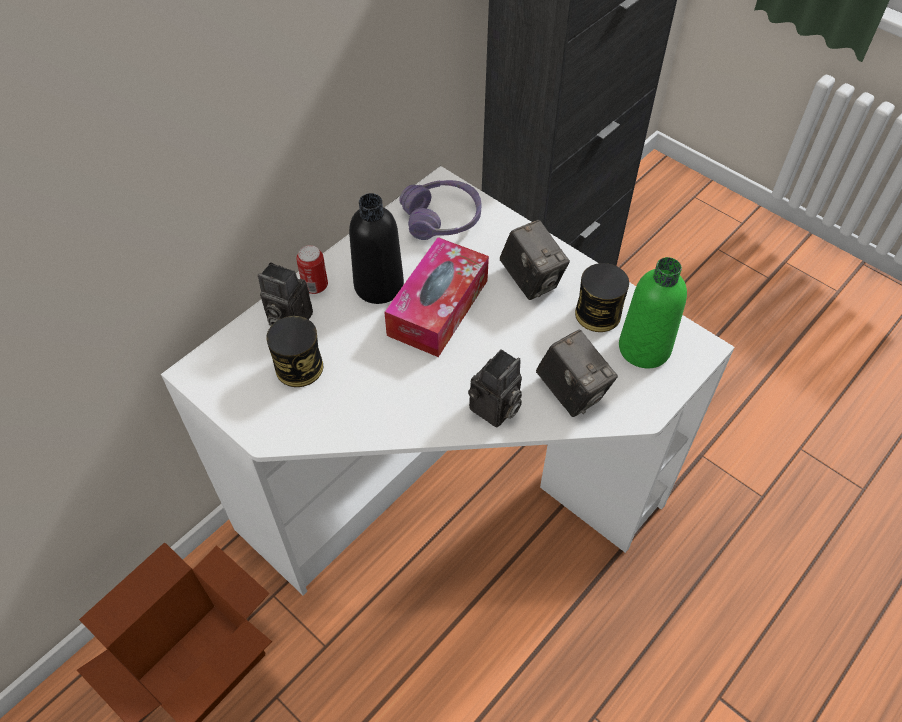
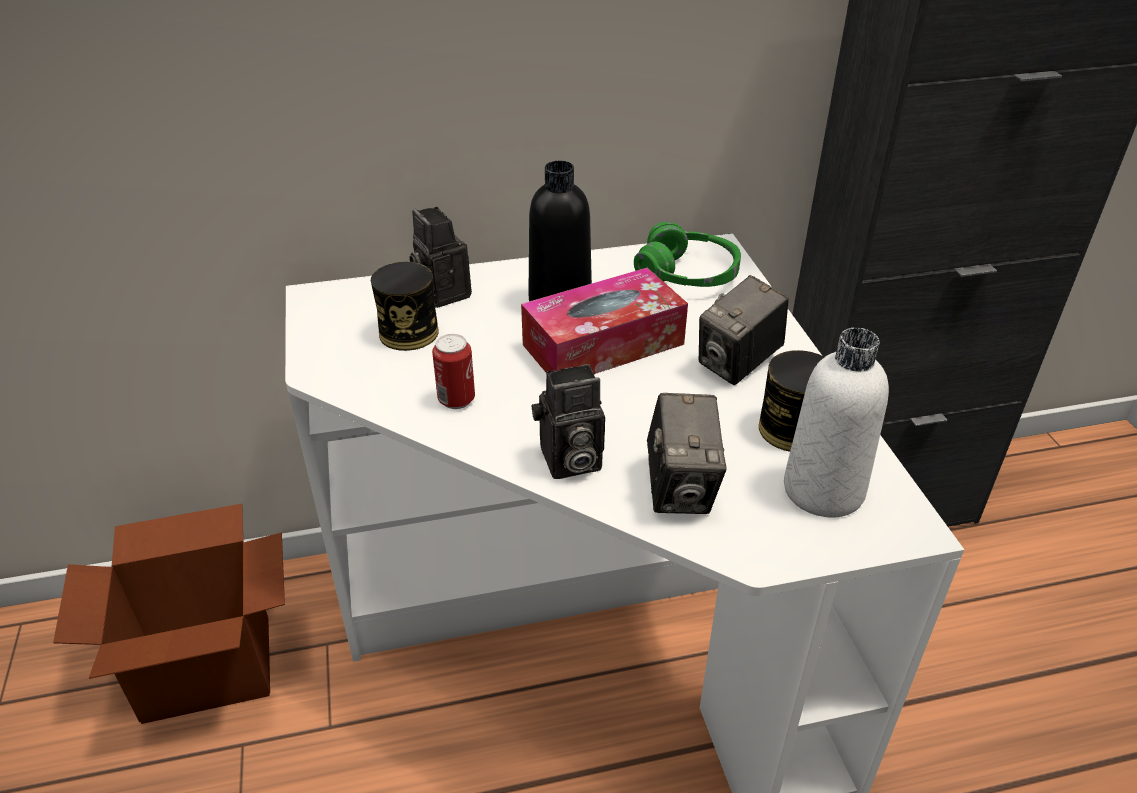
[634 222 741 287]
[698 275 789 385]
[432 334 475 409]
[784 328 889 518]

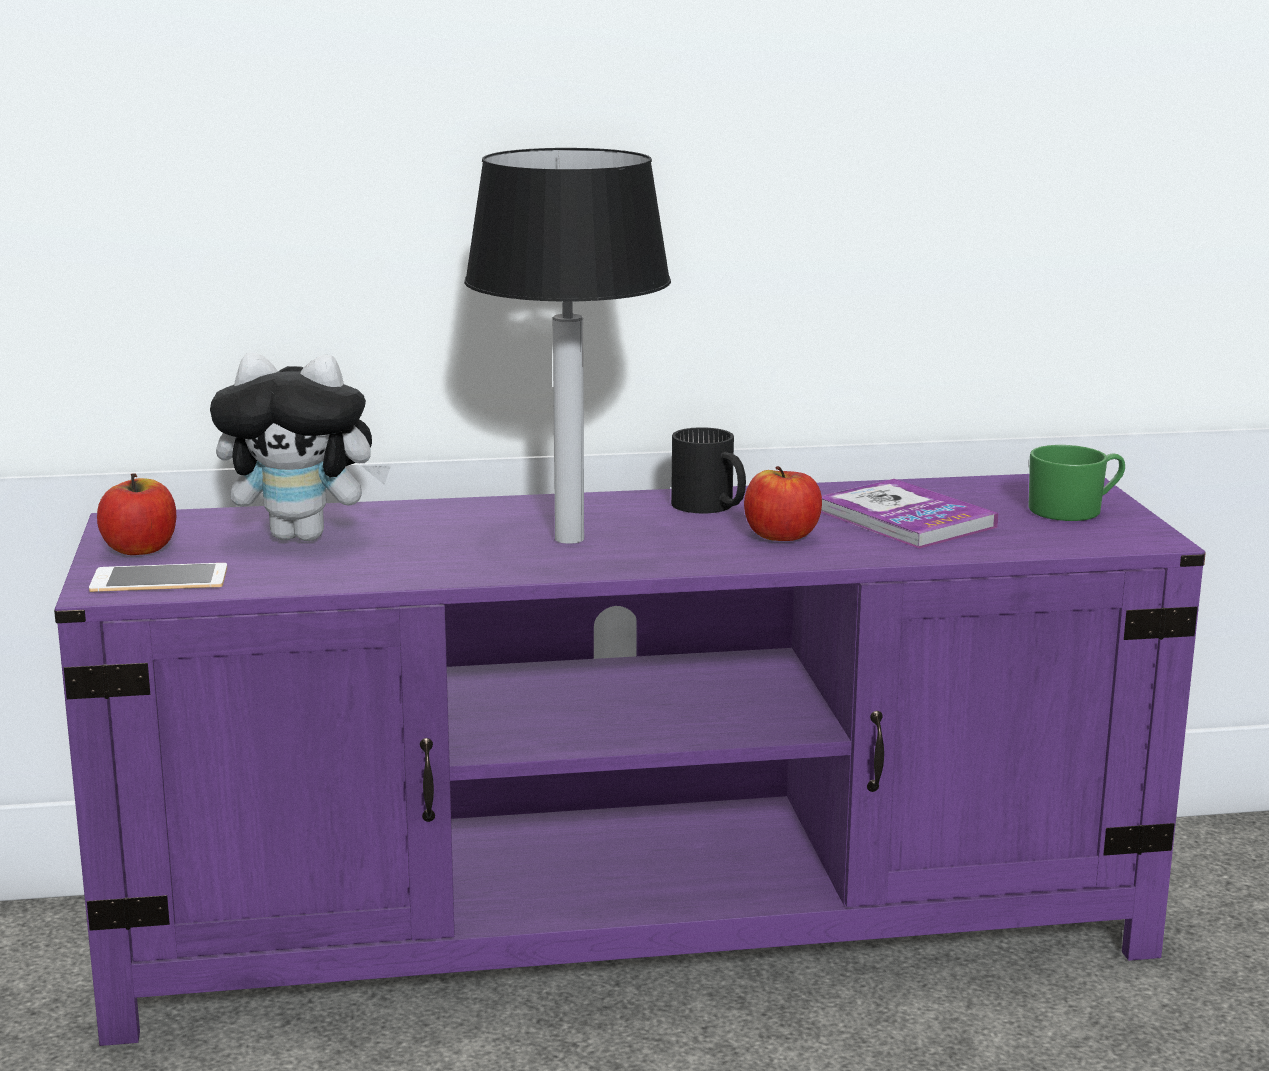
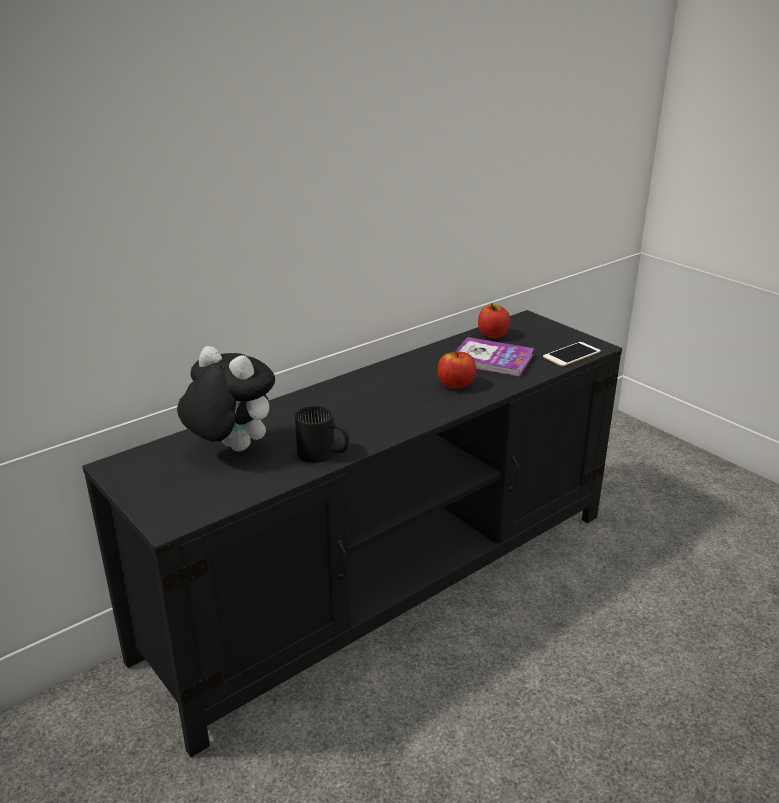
[464 148 671 544] (first image)
[177 346 275 451]
[295 406 349 463]
[1028 445 1125 521] (first image)
[478 303 510 338]
[82 310 622 757]
[543 342 601 366]

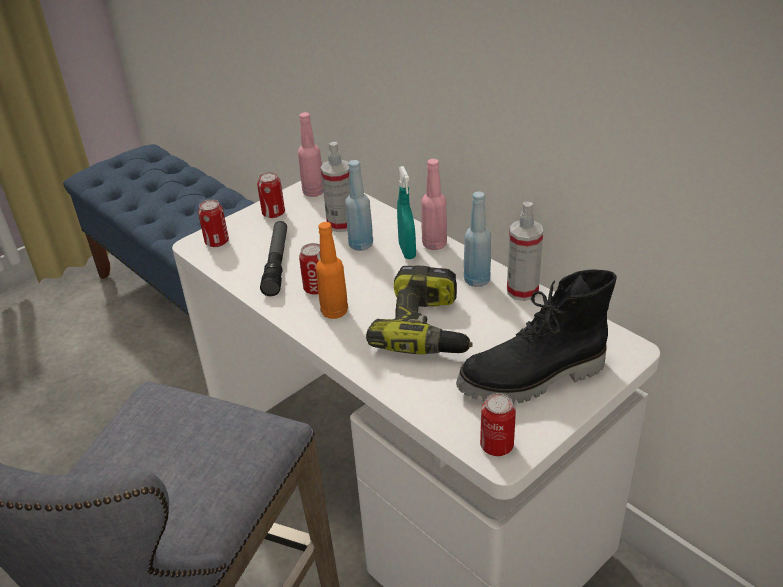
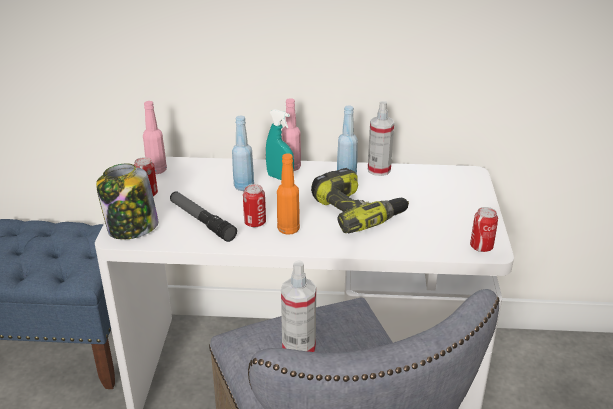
[281 260 316 352]
[96 163 158 239]
[456 270 617 404] (first image)

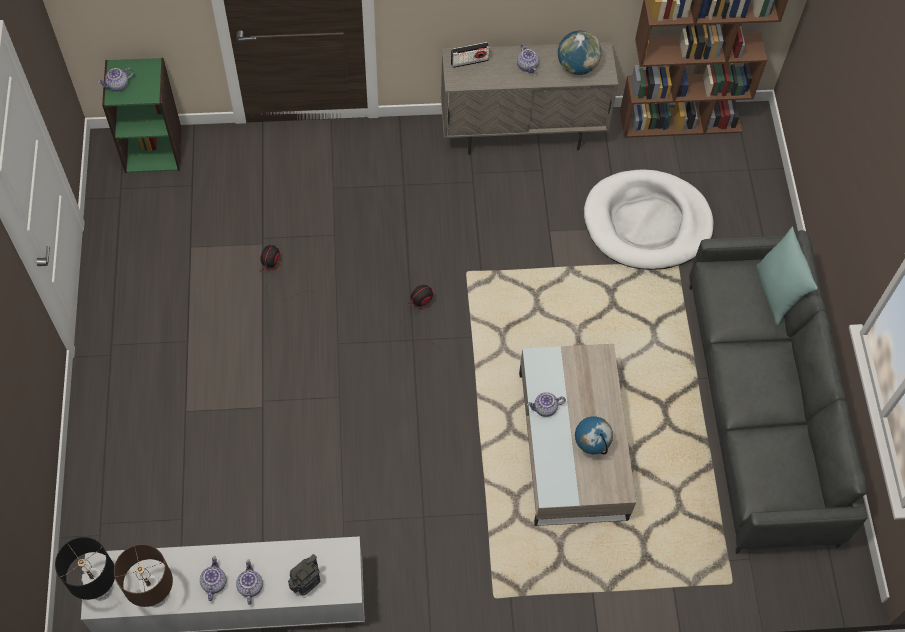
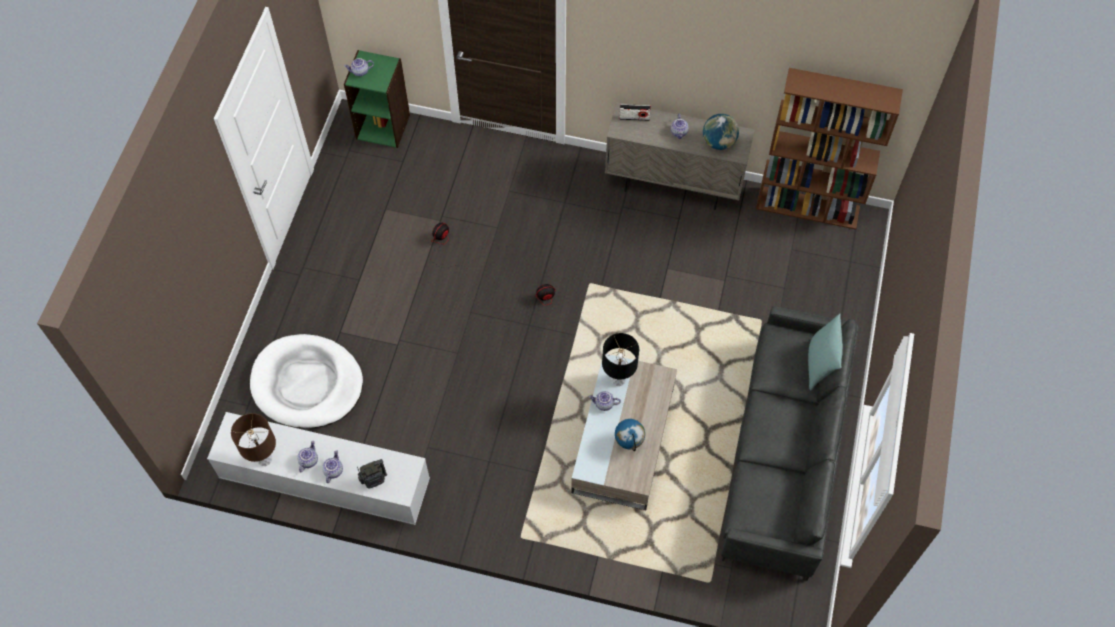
[250 334 363 428]
[602 333 639 386]

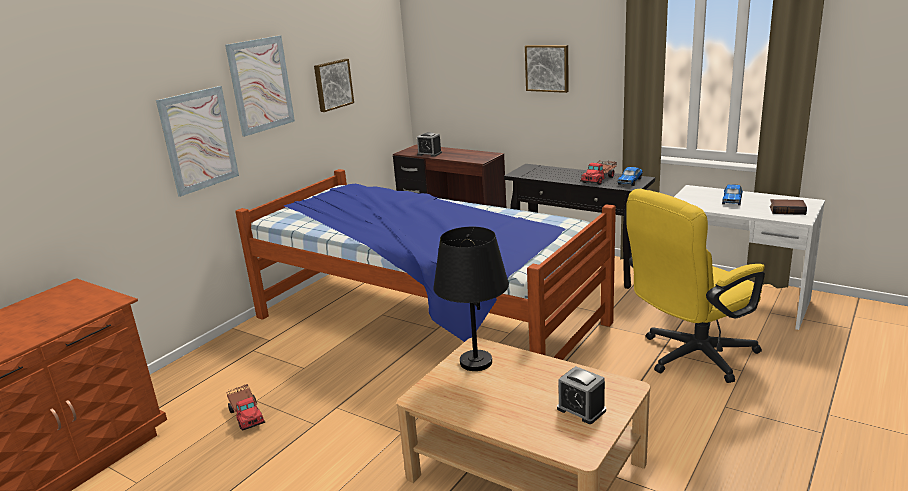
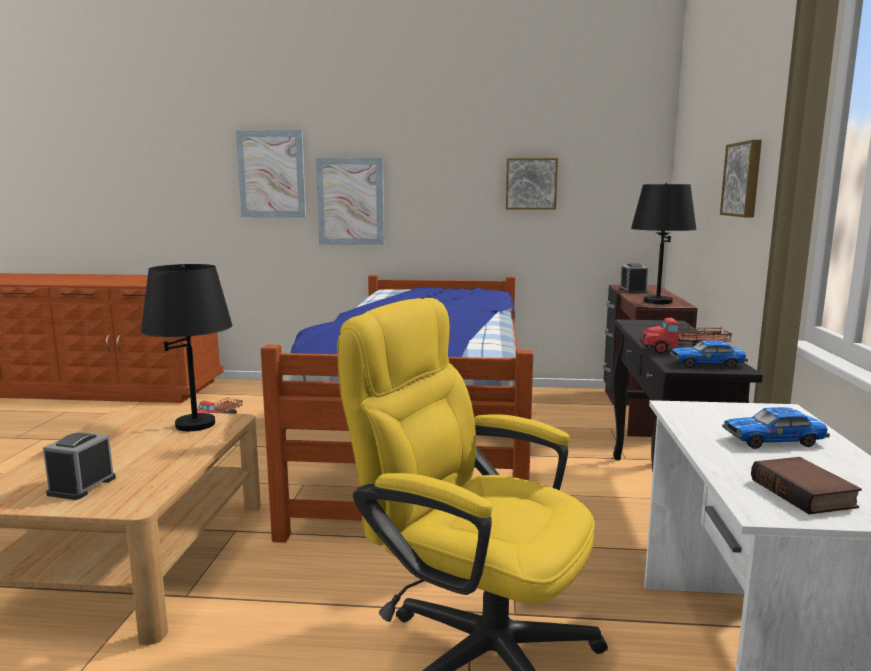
[236 130 306 218]
[631 183 697 304]

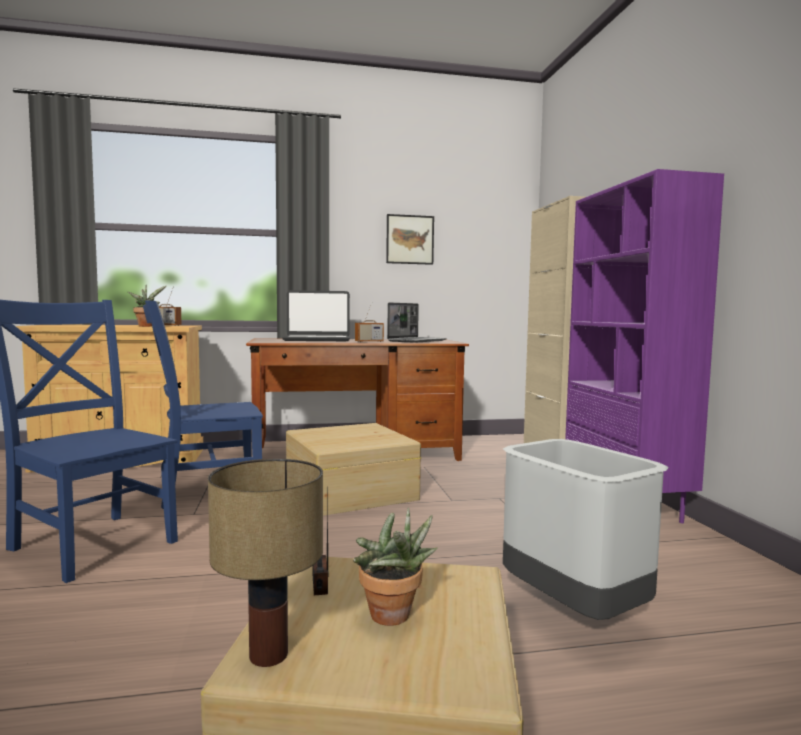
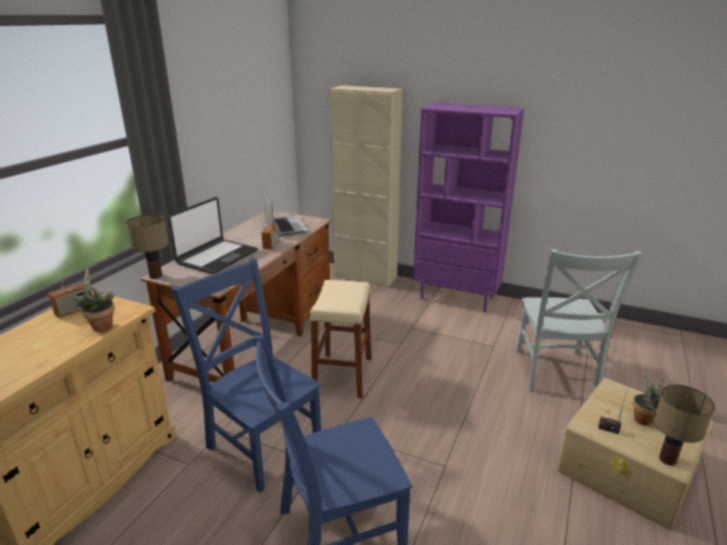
[386 214 434 265] (first image)
[171 257 322 493]
[310 280 371 398]
[516 249 642 393]
[126 214 169 279]

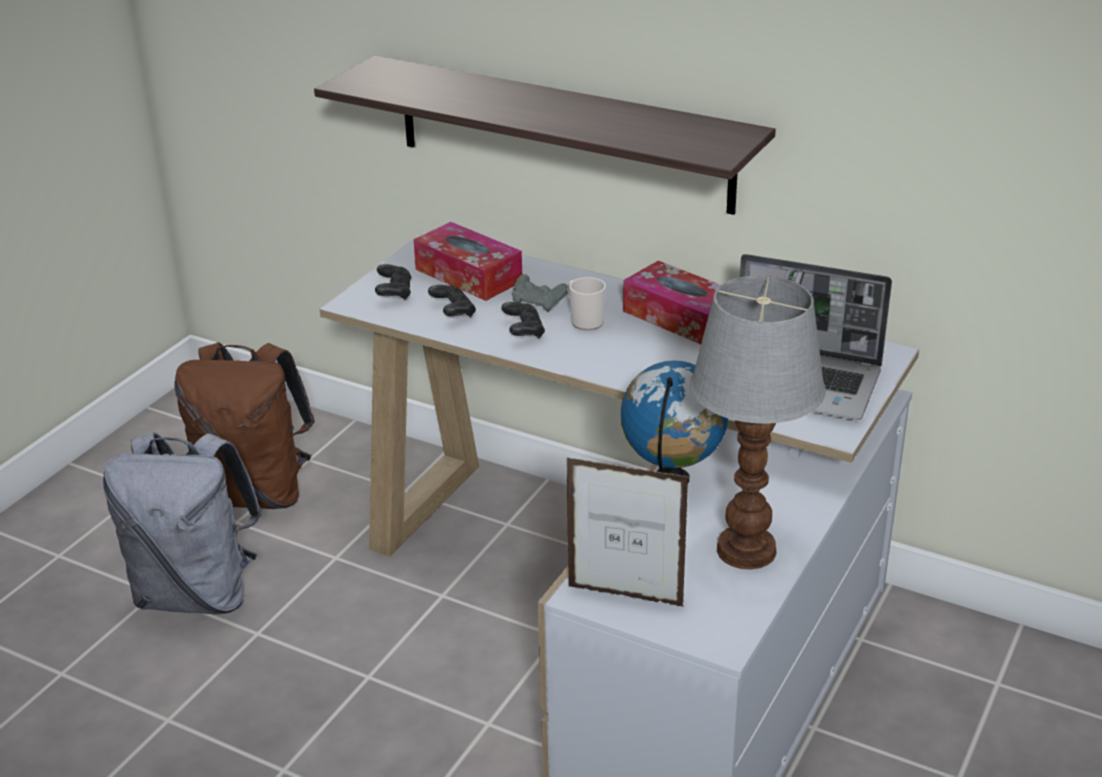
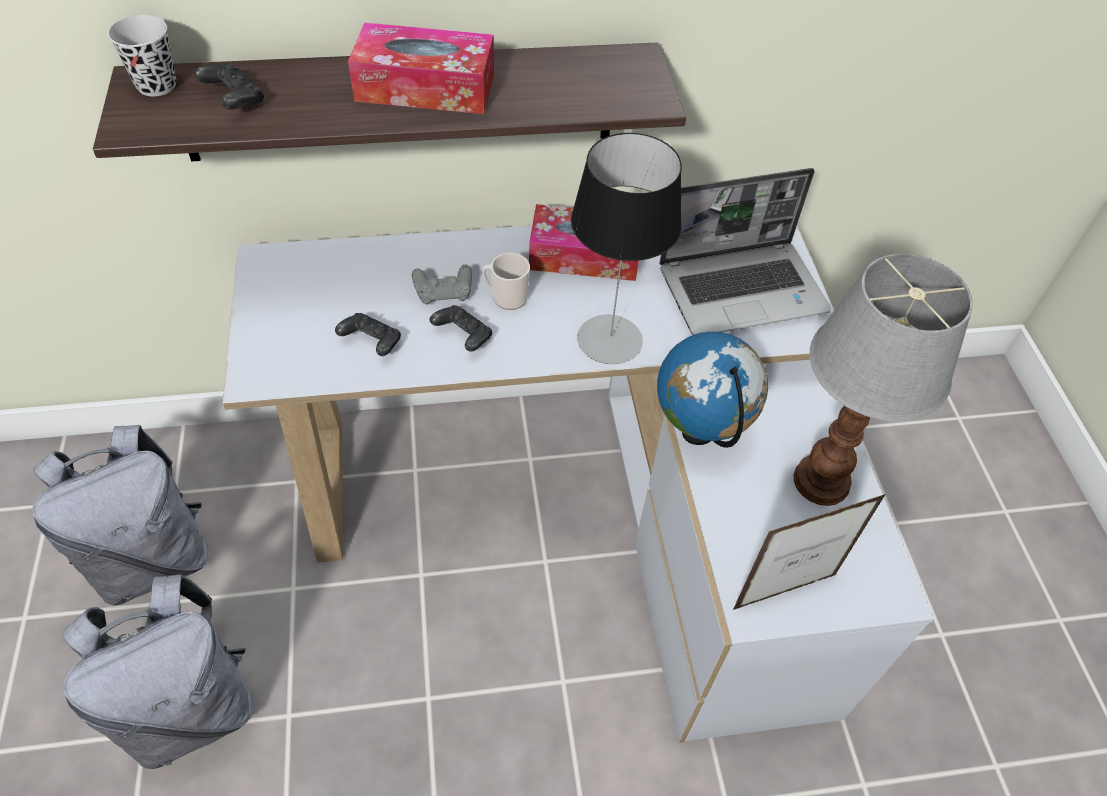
[348 22 494 114]
[194 63 264 109]
[32 425 209 605]
[108 15 176 96]
[571 133 682 364]

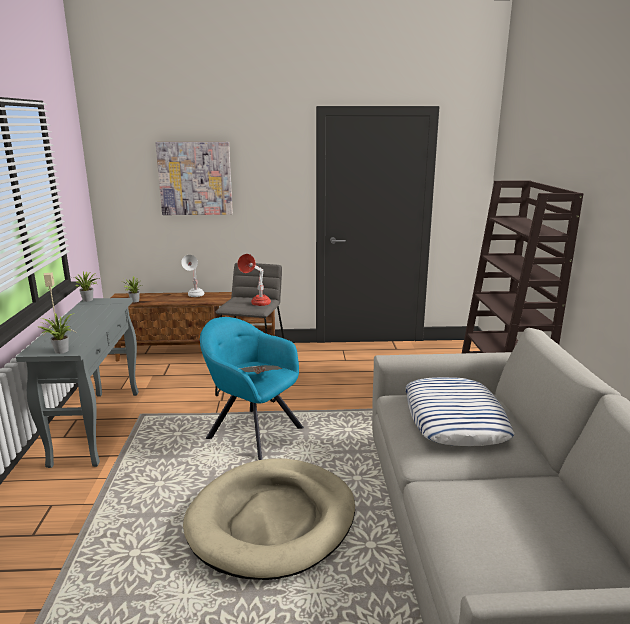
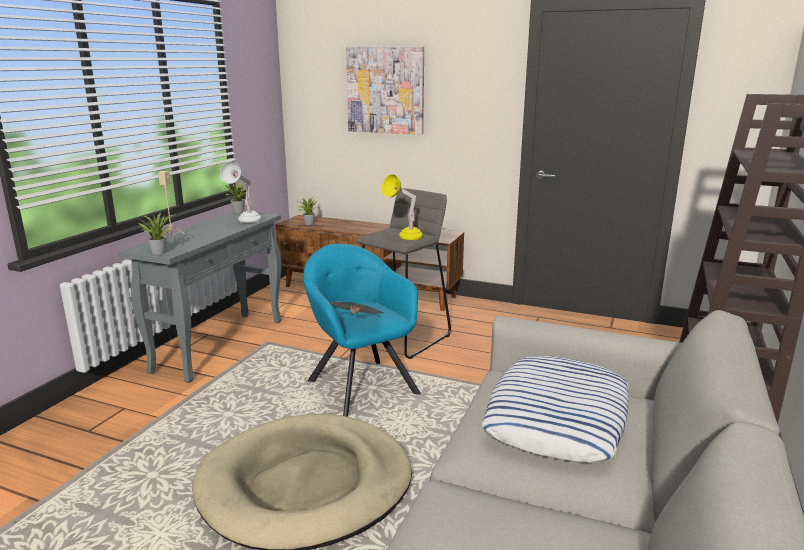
[382 174 423 240]
[220 161 261 223]

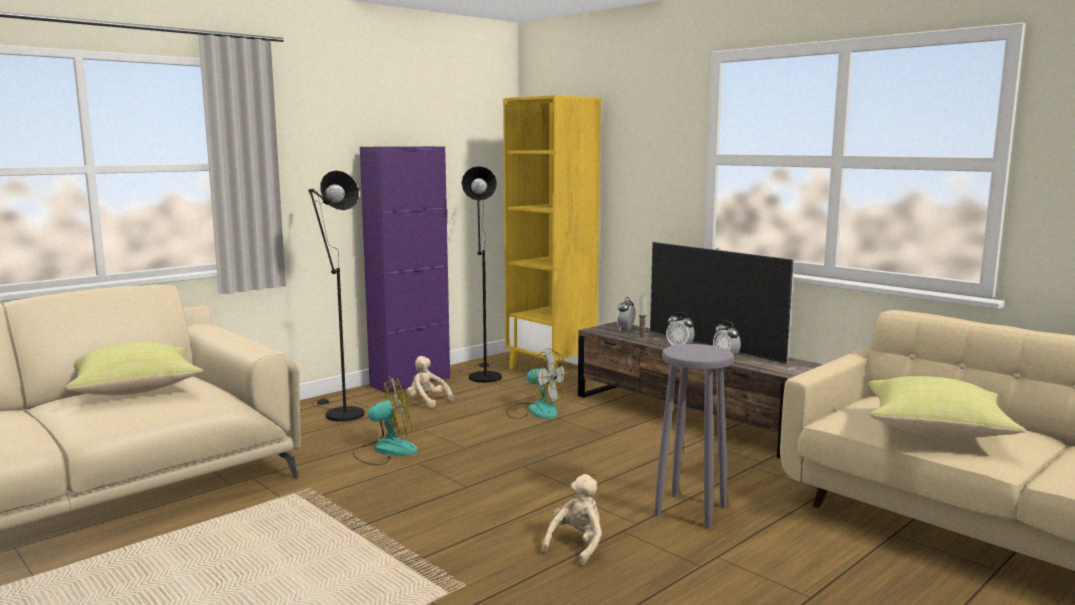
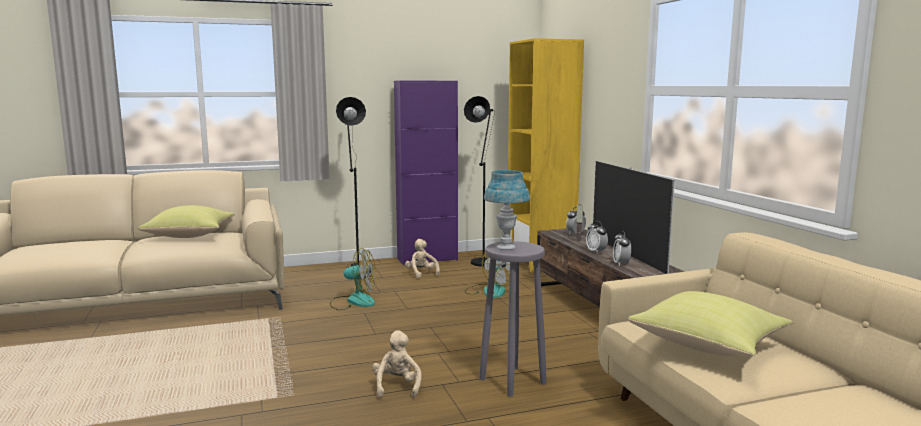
[372 330 421 398]
[484 170 530 250]

